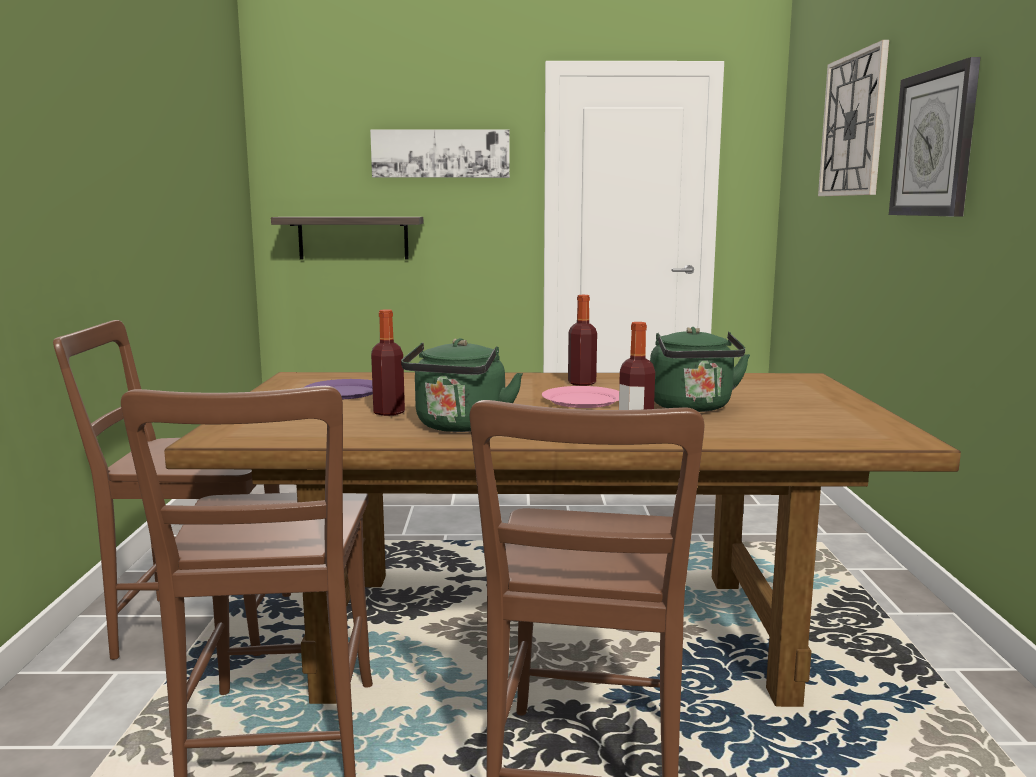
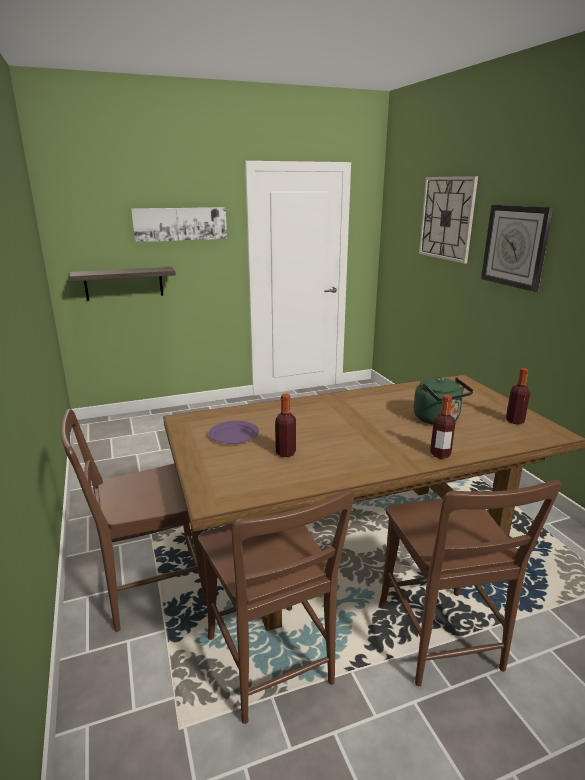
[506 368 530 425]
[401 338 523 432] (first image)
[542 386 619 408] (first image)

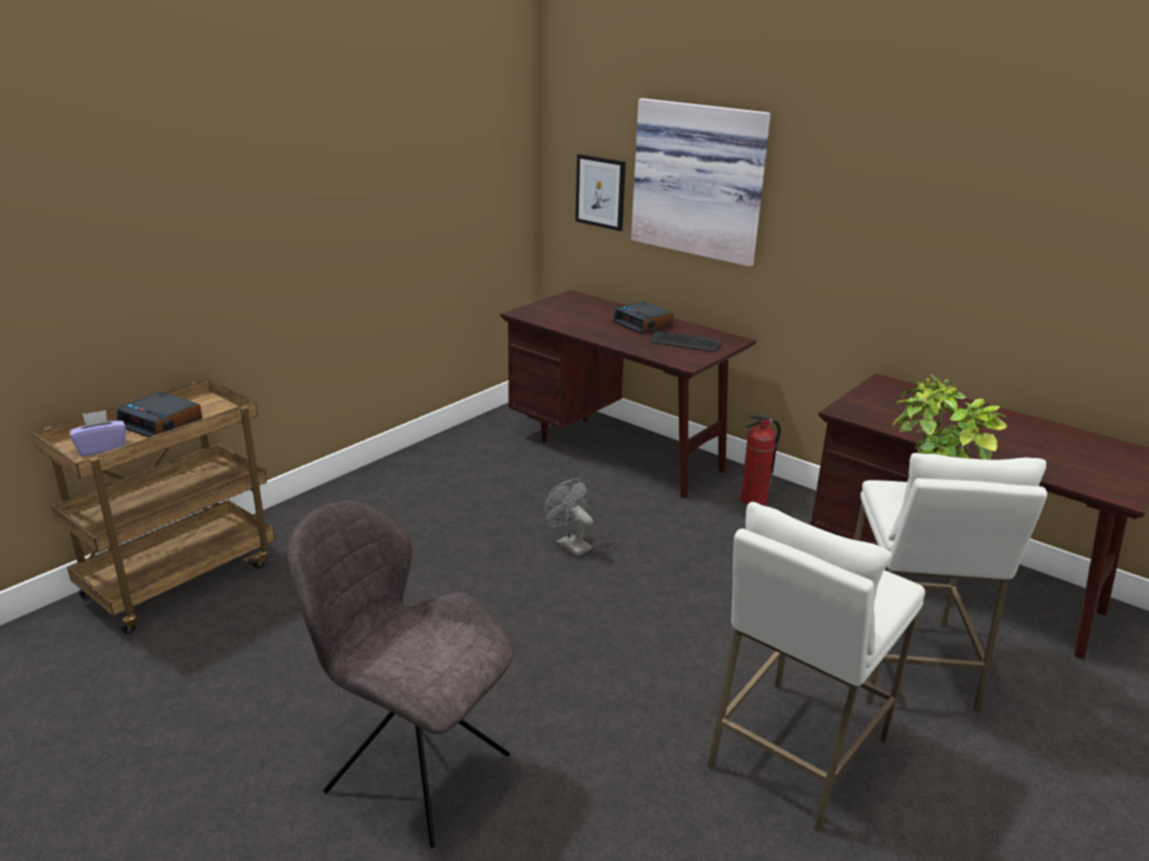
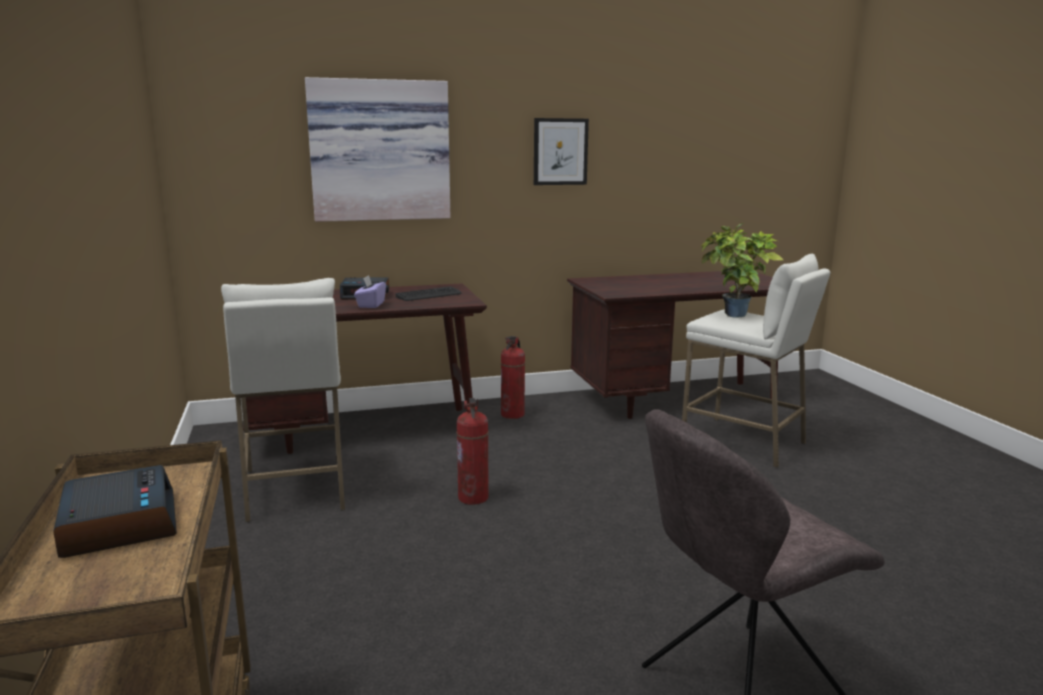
[534 118 589 185]
[53 465 177 558]
[354 275 386 308]
[456 398 489 505]
[221 278 345 522]

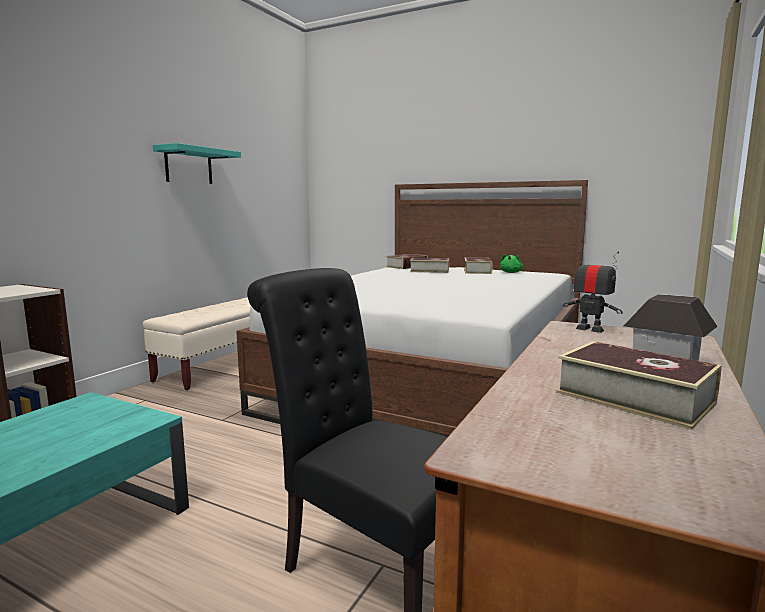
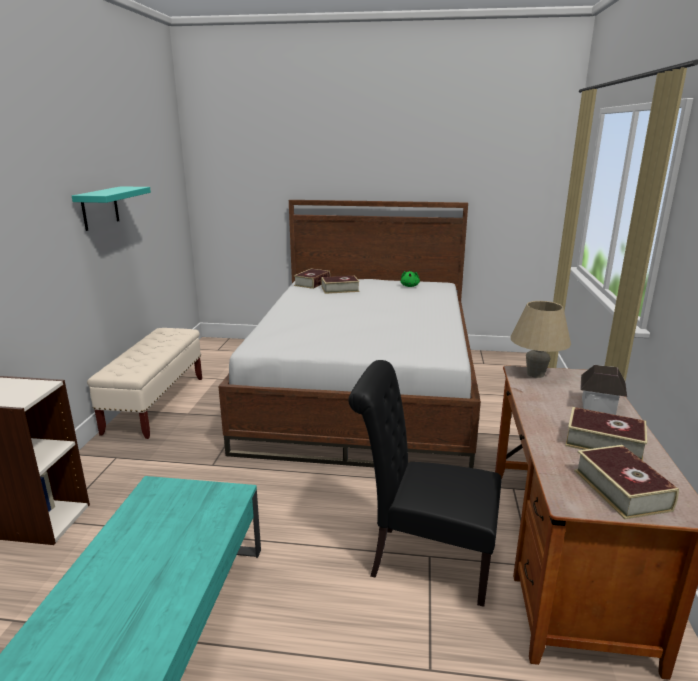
[510 301 571 378]
[574 445 679 519]

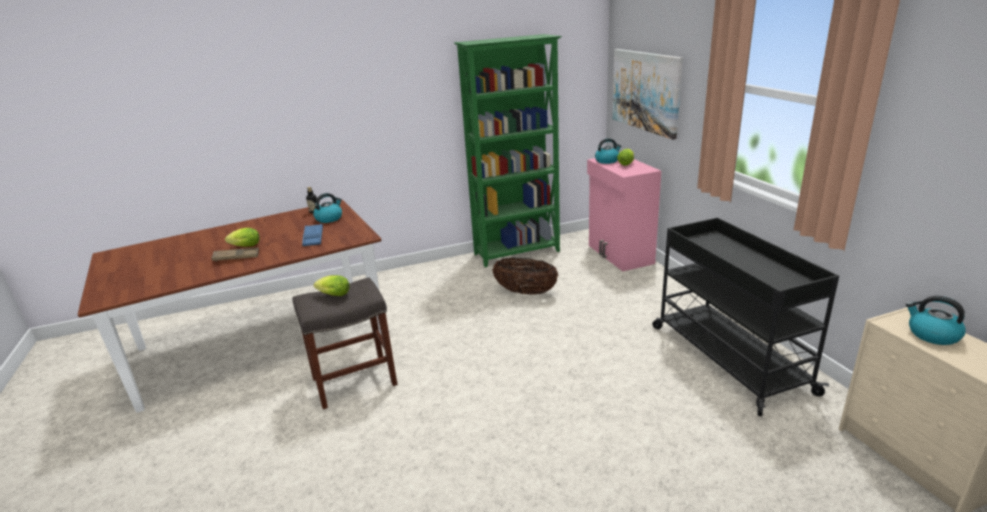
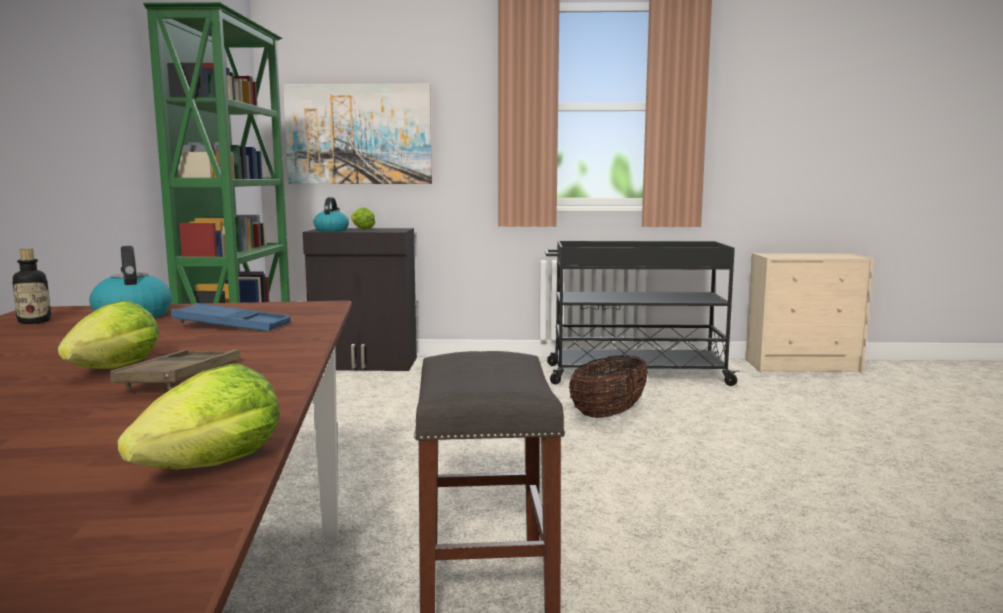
[303 228 417 371]
[569 355 648 418]
[117 364 280 469]
[906 296 966 345] (first image)

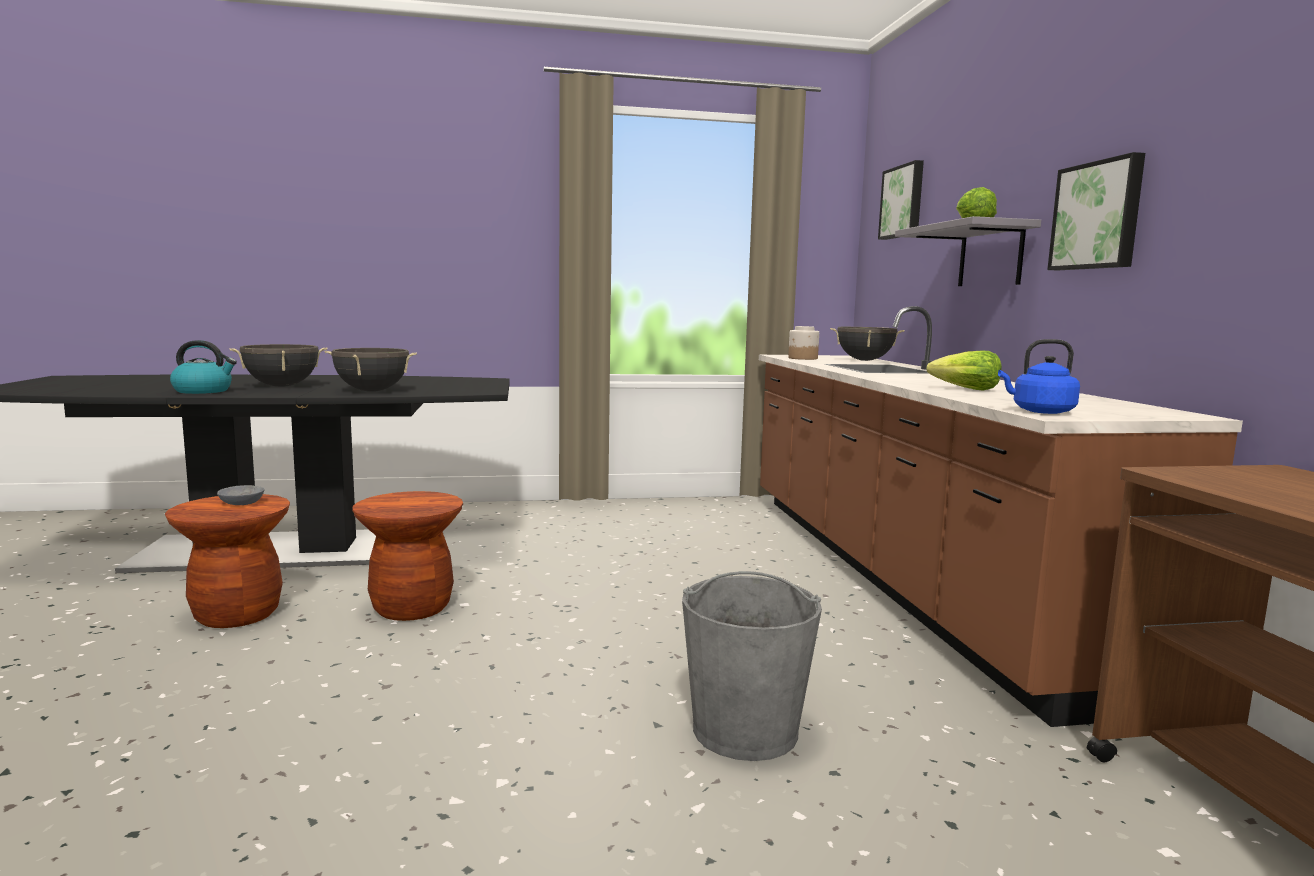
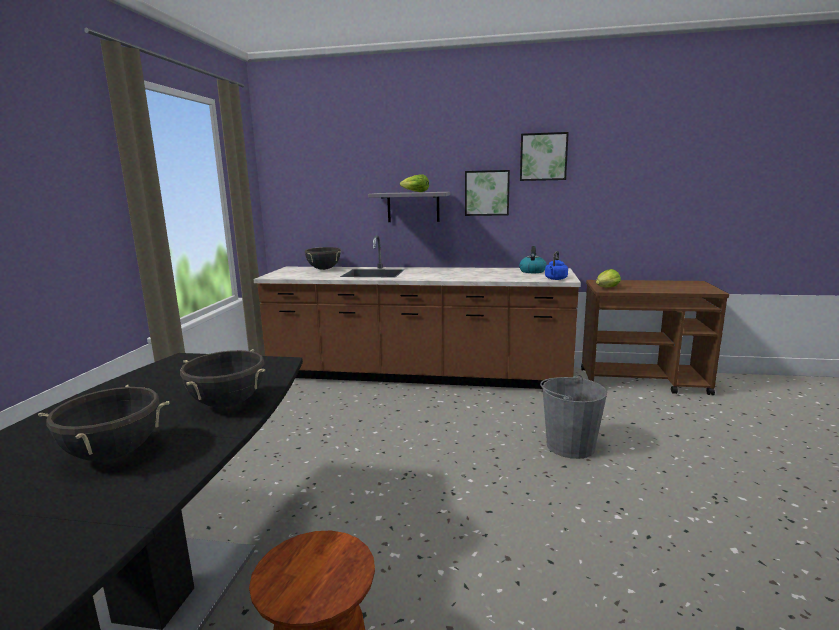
[520 132 569 181]
[788 326 819 360] (first image)
[519 246 547 273]
[596 269 621 287]
[217 485 265 505] (first image)
[352 491 463 621] (first image)

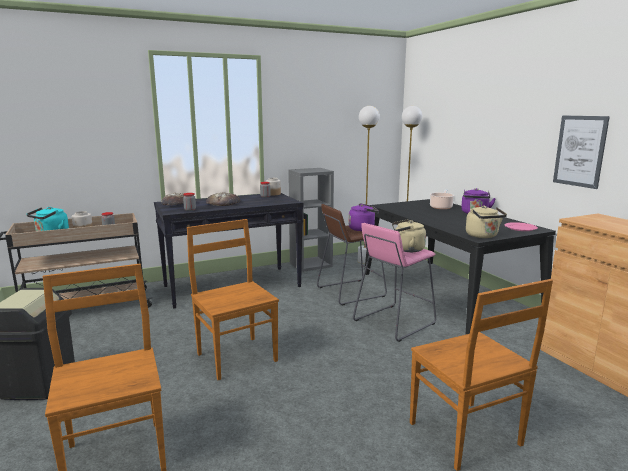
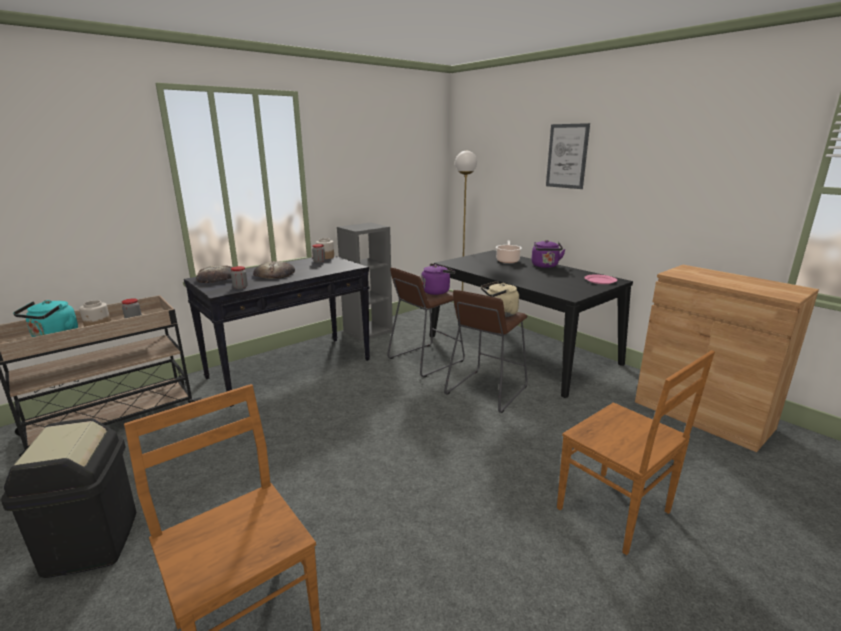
[358 106 380 264] (first image)
[546 123 590 189]
[466 206 507 238] (first image)
[187 219 279 380] (first image)
[444 290 528 413]

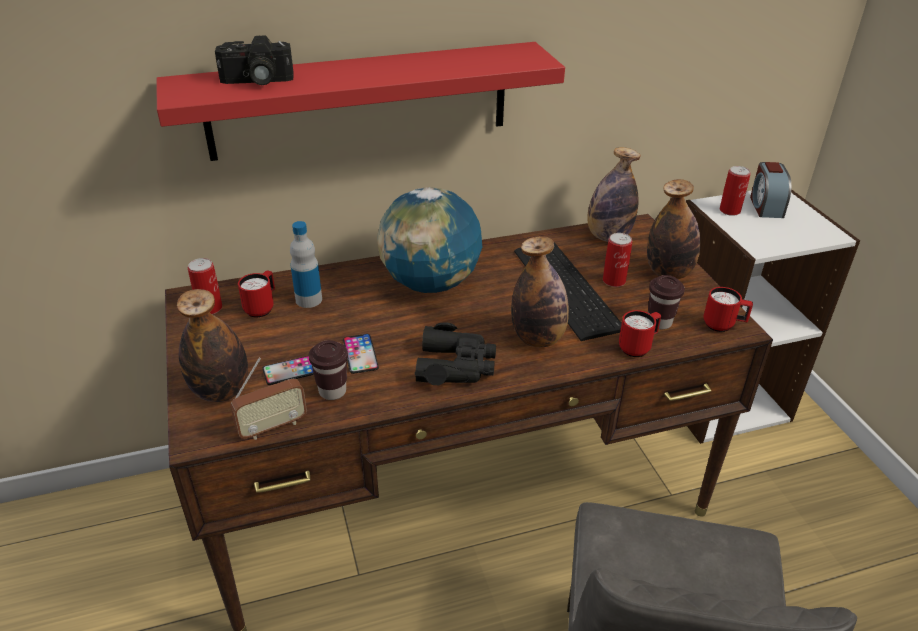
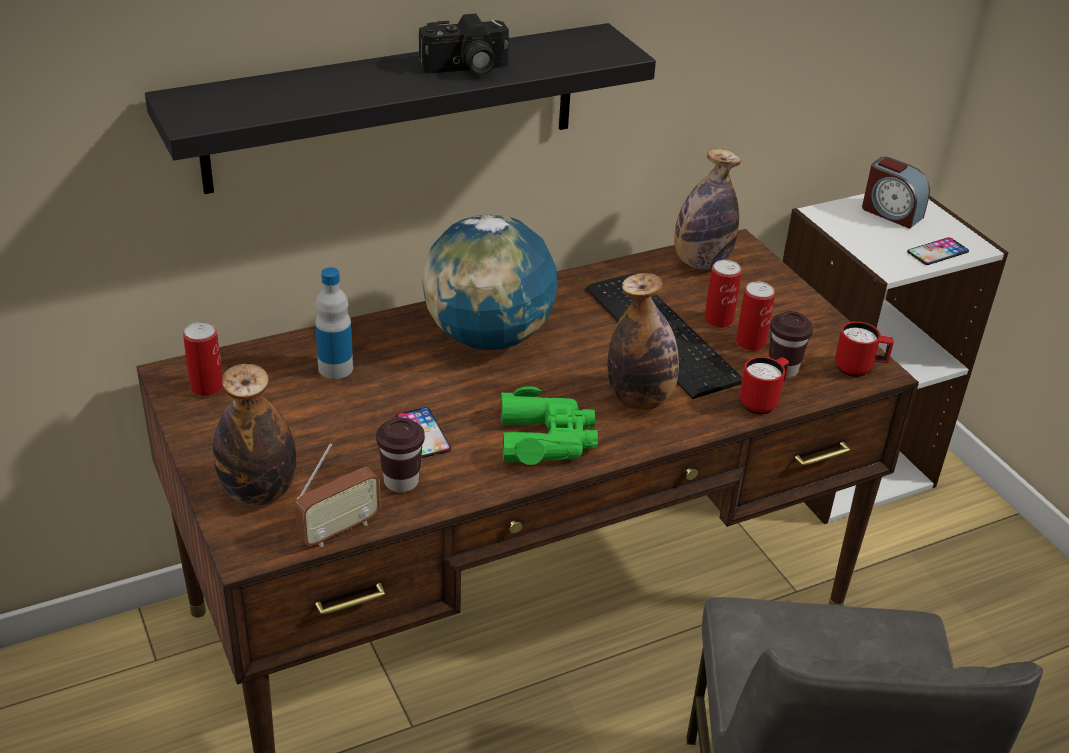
[419 14 509 75]
[145 23 656 194]
[862 157 930 229]
[736 282 775 351]
[647 179 700 279] (first image)
[238 271 275 318] (first image)
[501 386 598 465]
[907 237 969 265]

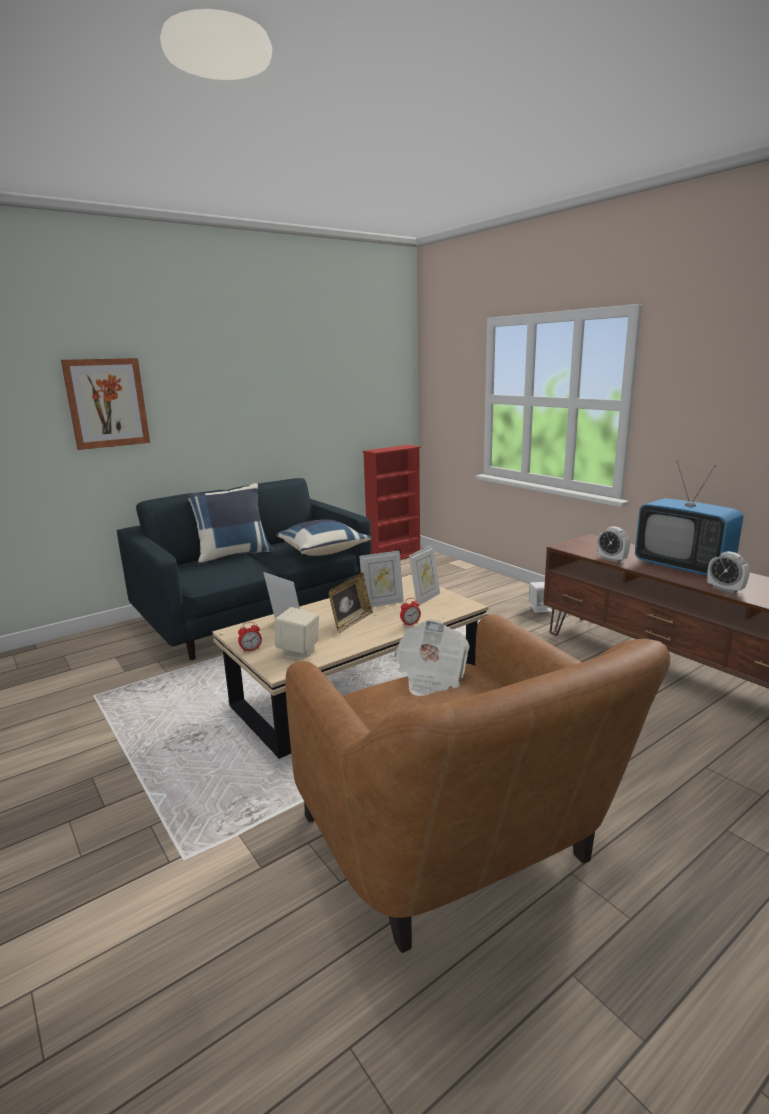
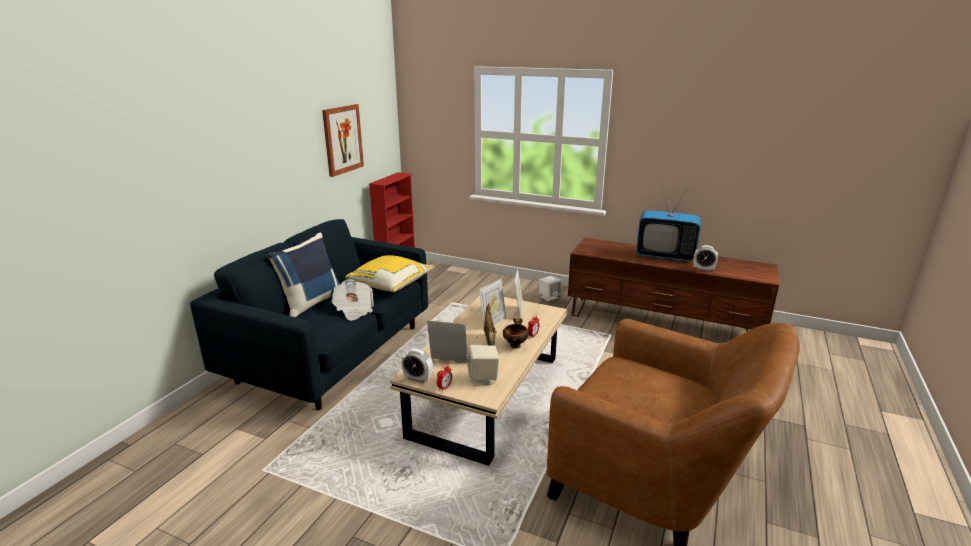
[322 104 364 177]
[345 255 434 292]
[402 348 433 383]
[332 279 374 321]
[503 318 529 349]

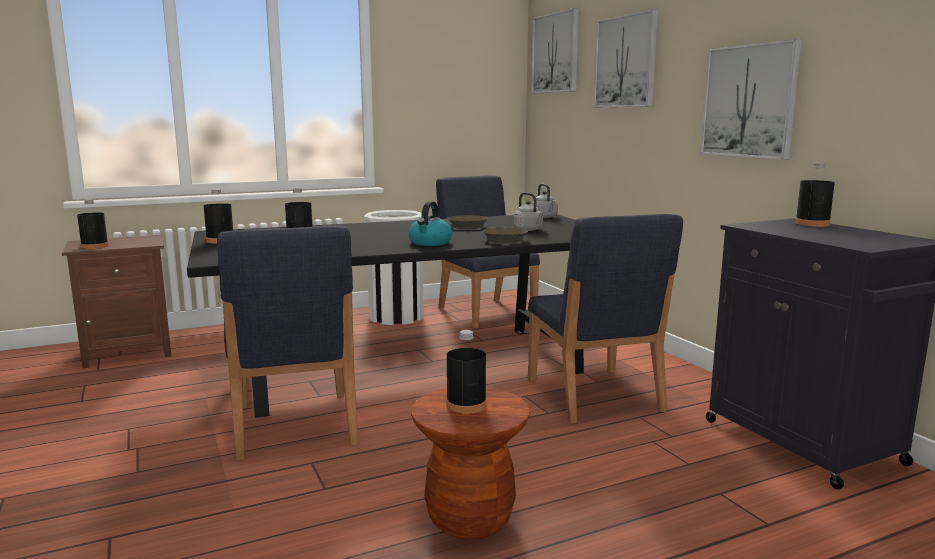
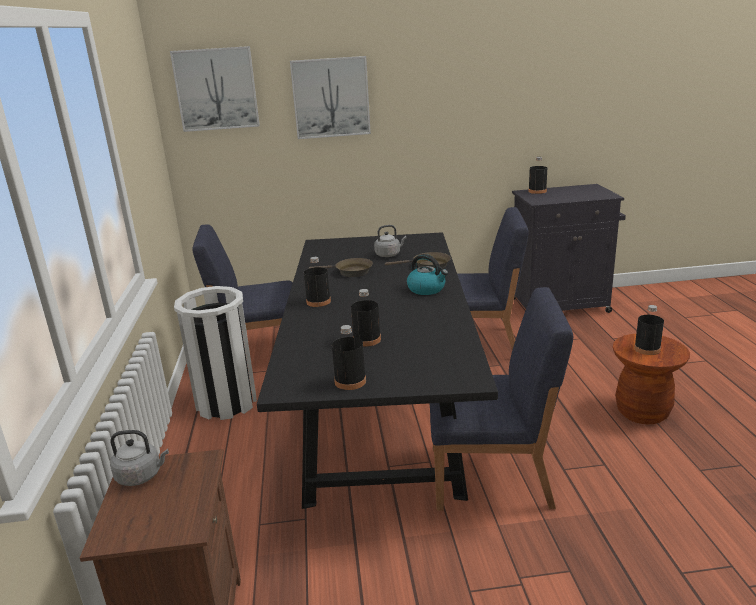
[700 39 802 160] (first image)
[110 430 169 486]
[304 257 331 307]

